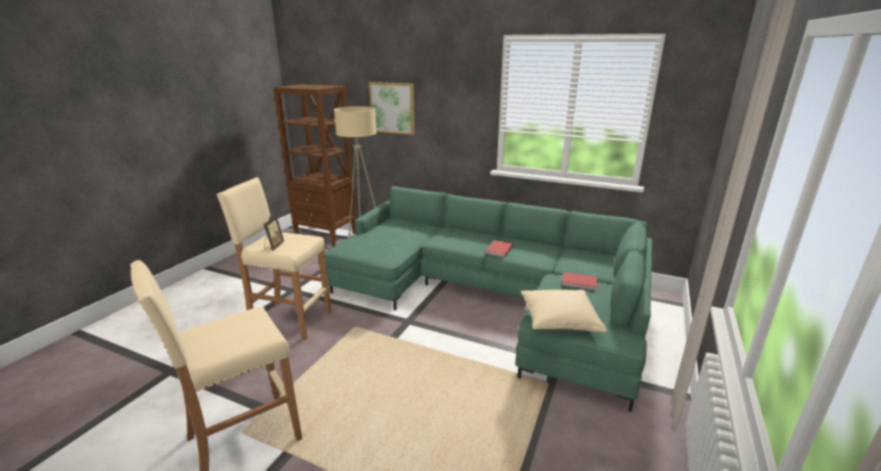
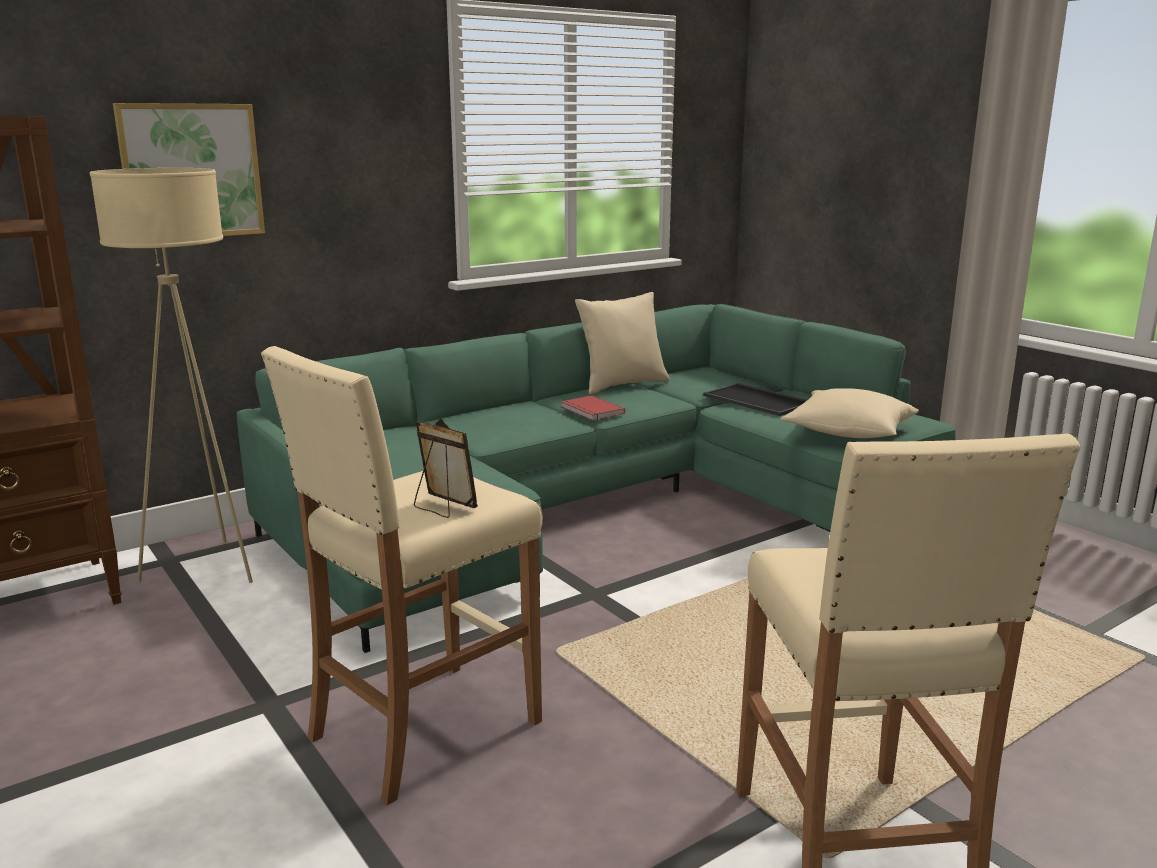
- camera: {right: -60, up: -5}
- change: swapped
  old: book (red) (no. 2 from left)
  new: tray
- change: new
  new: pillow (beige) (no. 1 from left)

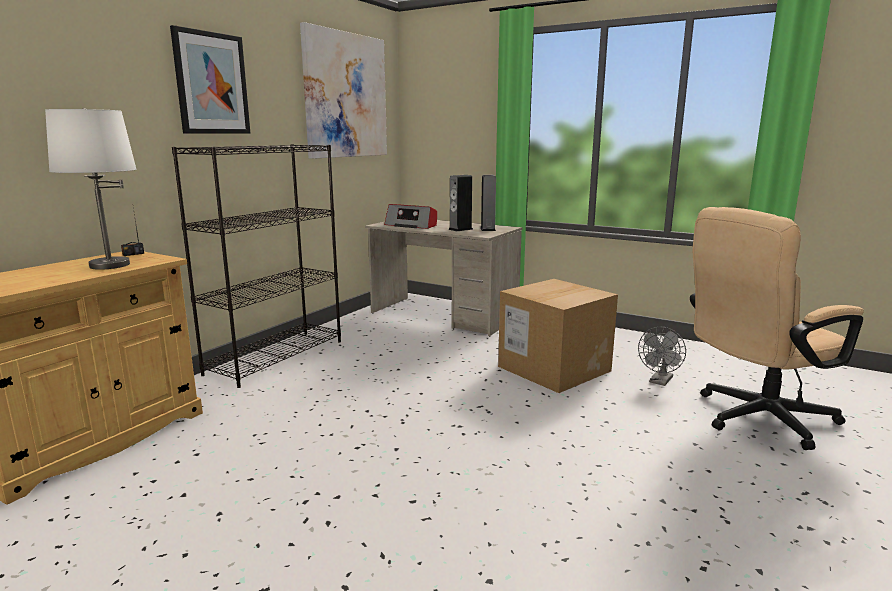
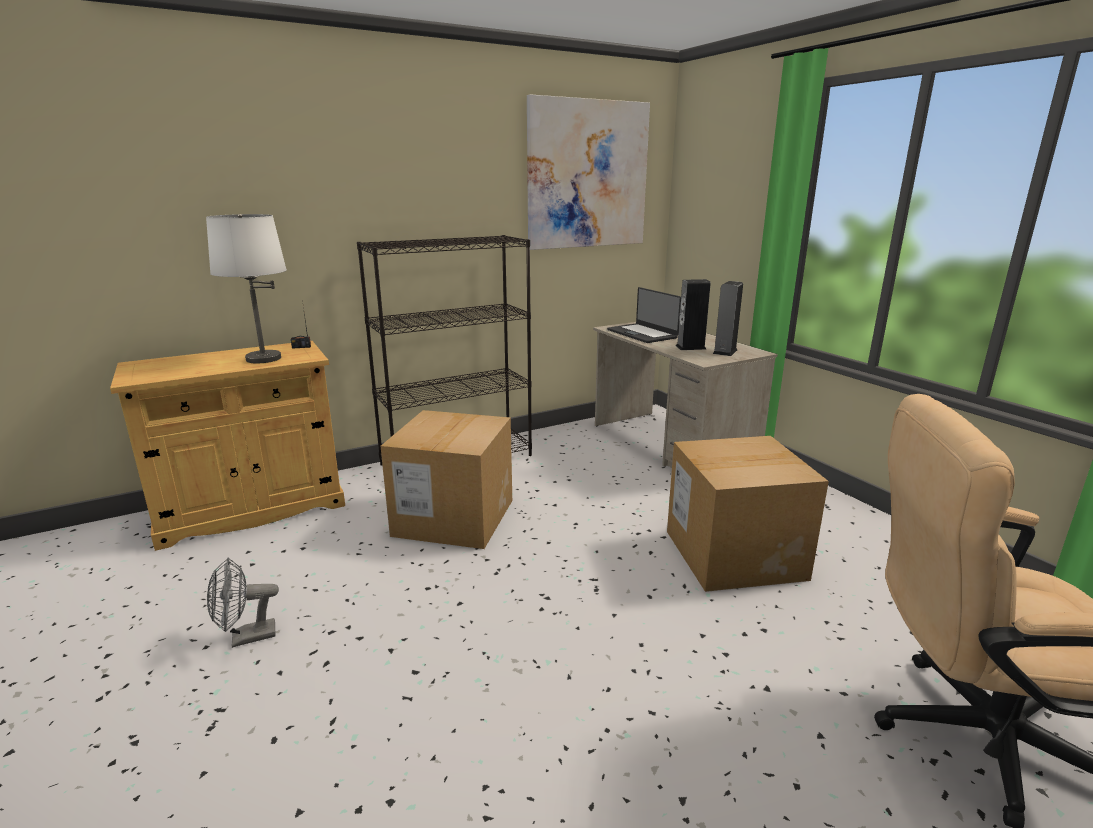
- camera: {right: 30, up: 5}
- change: gone
  old: picture (no. 1 from left)
- change: swapped
  old: radio (no. 2 from left)
  new: laptop
- change: shifted
  old: fan (grey)
- change: new
  new: cardboard box (no. 1 from left)

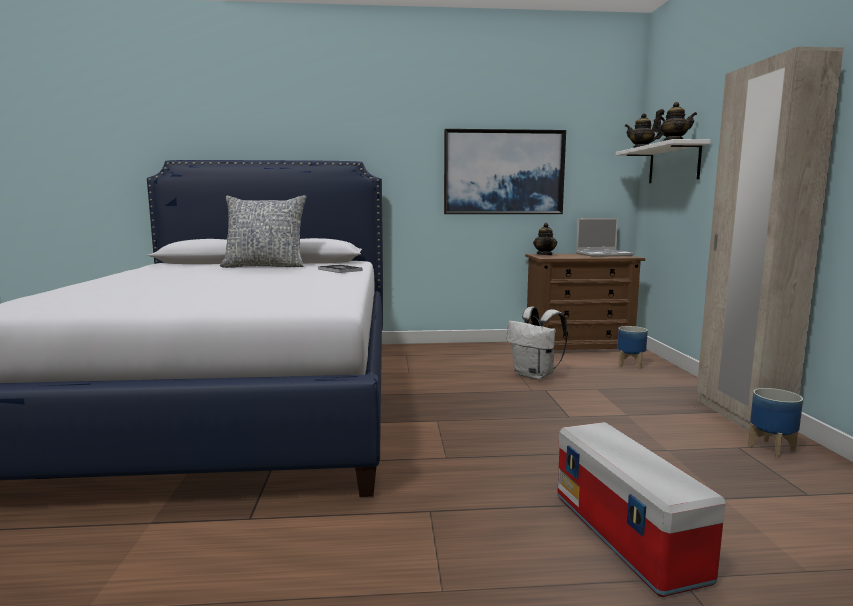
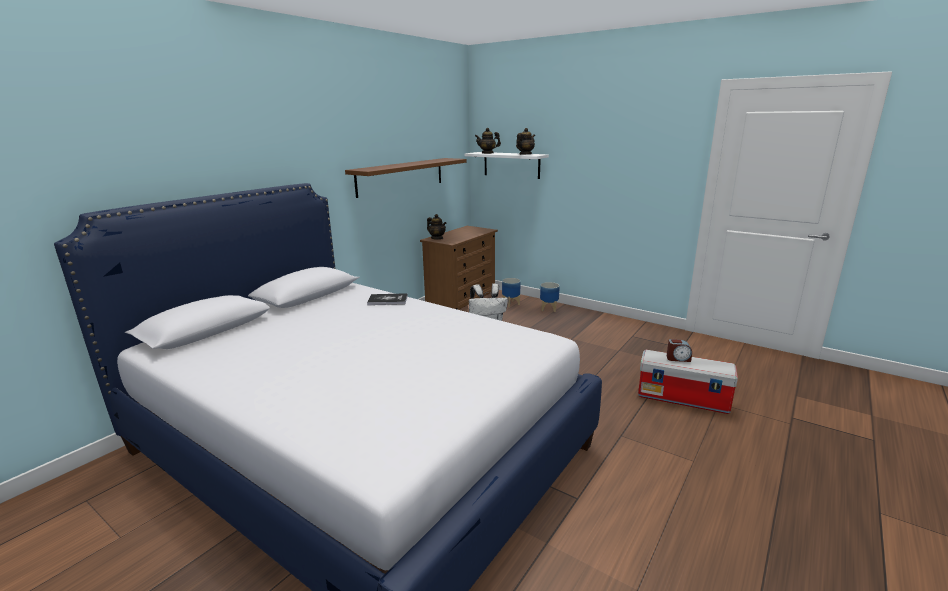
- camera: {right: -50, up: 10}
- change: gone
  old: wardrobe (beige)
- change: swapped
  old: picture
  new: shelf (brown)
- change: gone
  old: pillow
- change: gone
  old: laptop
- change: shifted
  old: planter (no. 2 from left)
- change: new
  new: alarm clock

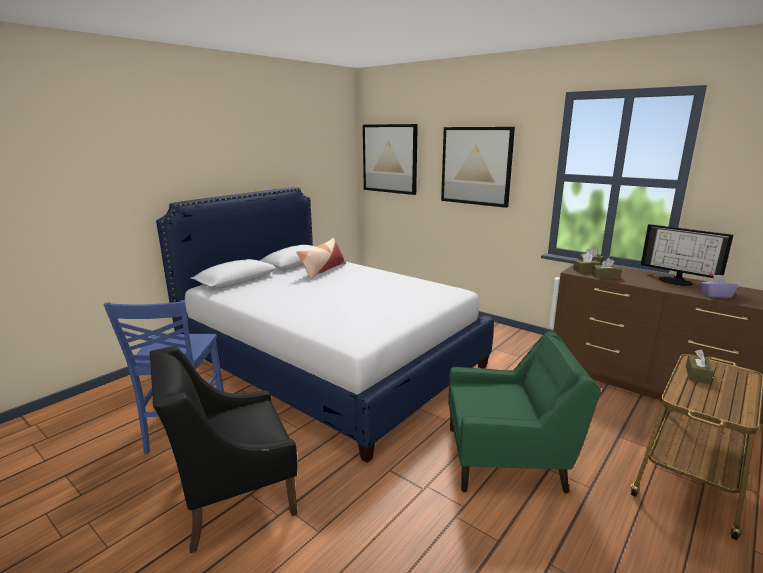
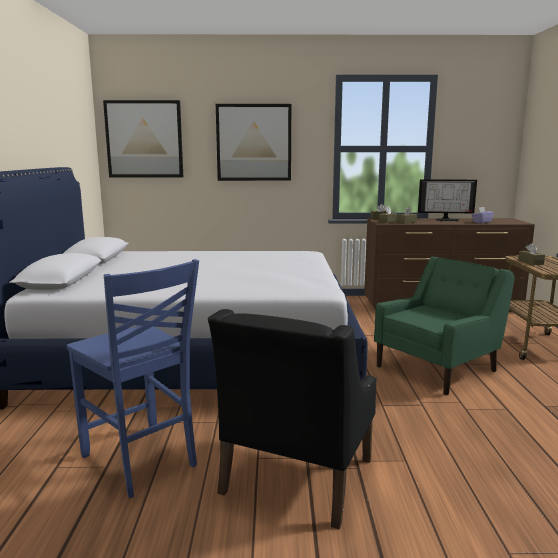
- camera: {right: -40, up: -5}
- change: gone
  old: pillow

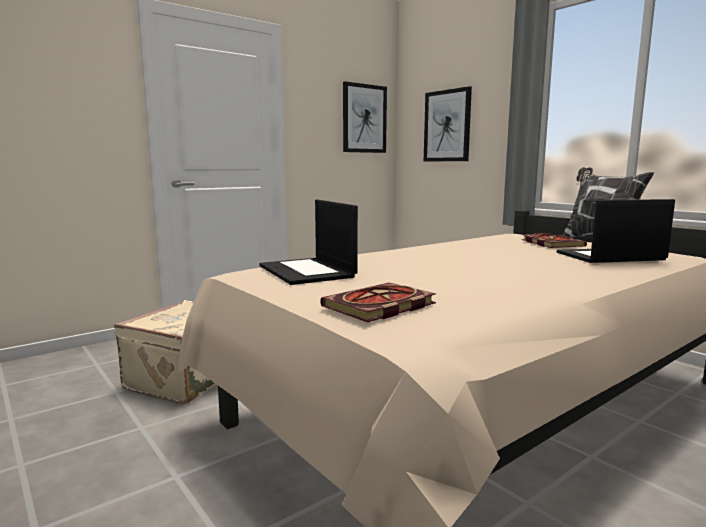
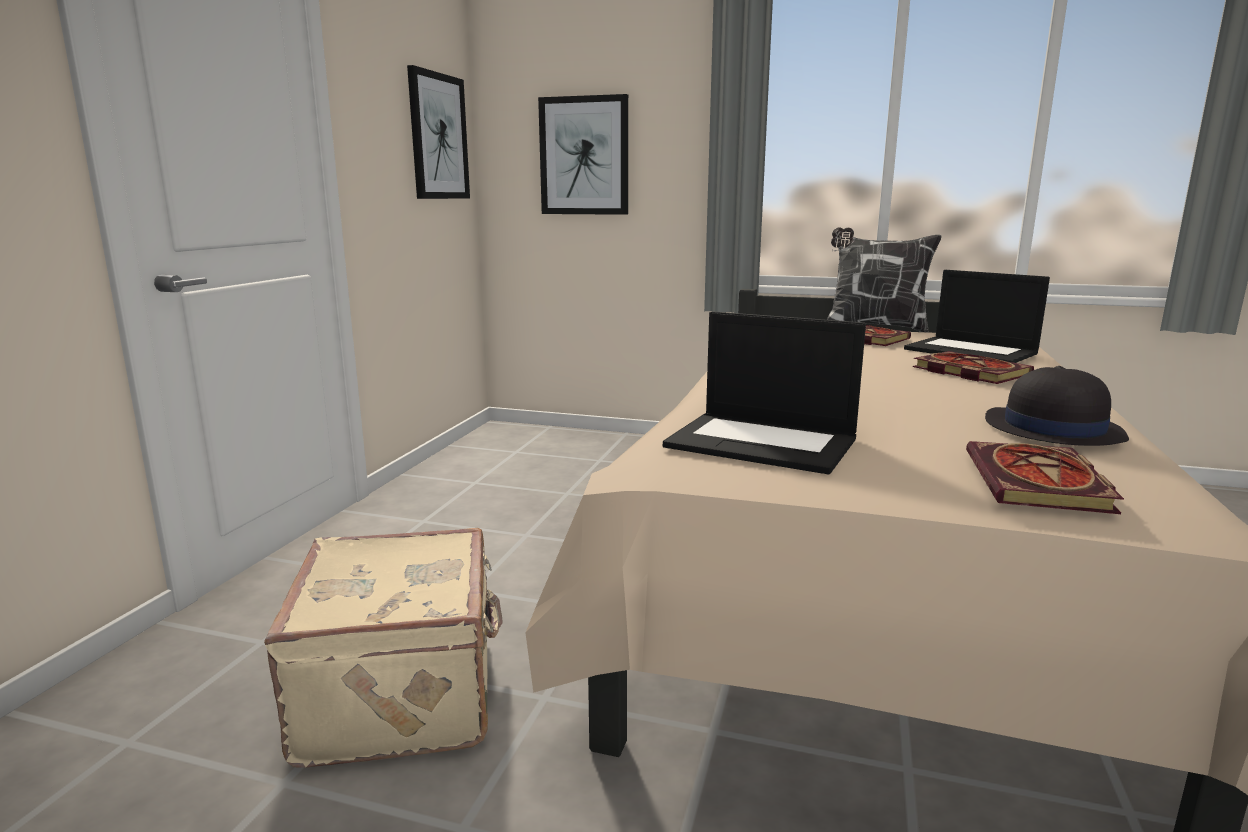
- camera: {right: -35, up: 5}
- change: rotated
  old: laptop (no. 2 from left)
  degrees: -90
- change: new
  new: book (no. 2 from left)
- change: new
  new: hat (black)

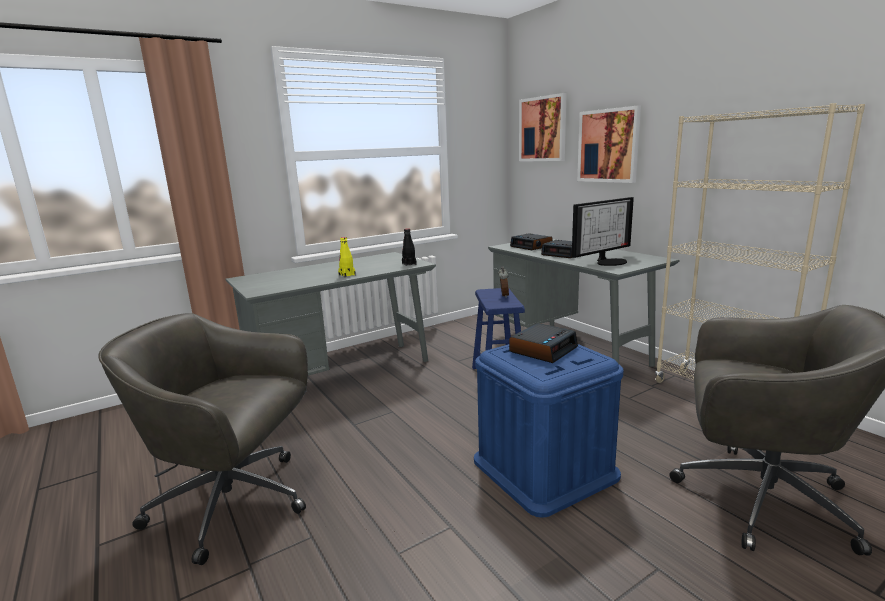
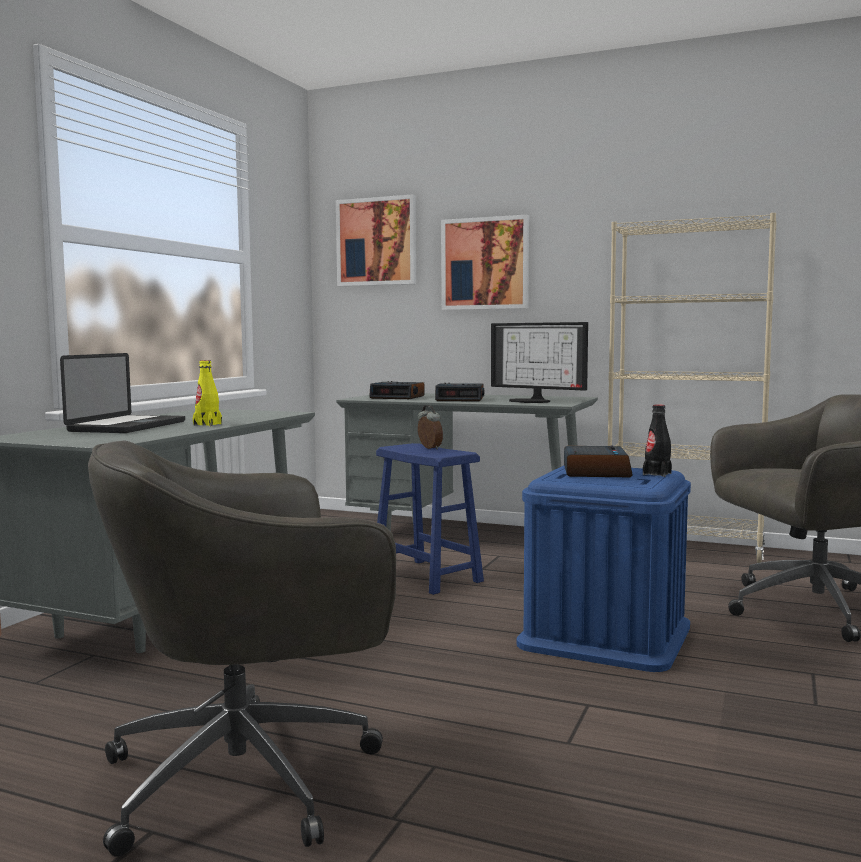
- camera: {right: -35, up: -10}
- change: rotated
  old: monitor
  degrees: 105
- change: shifted
  old: bottle (black)
- change: new
  new: laptop

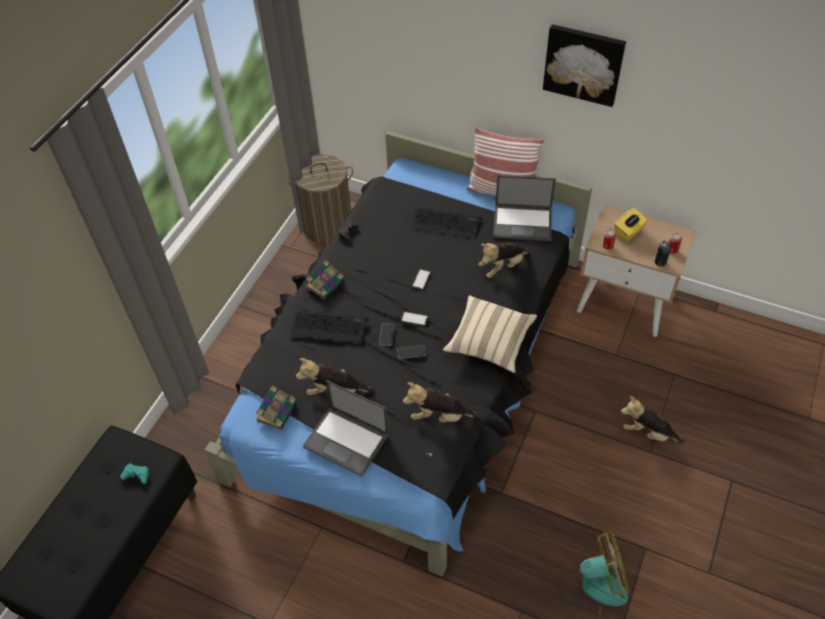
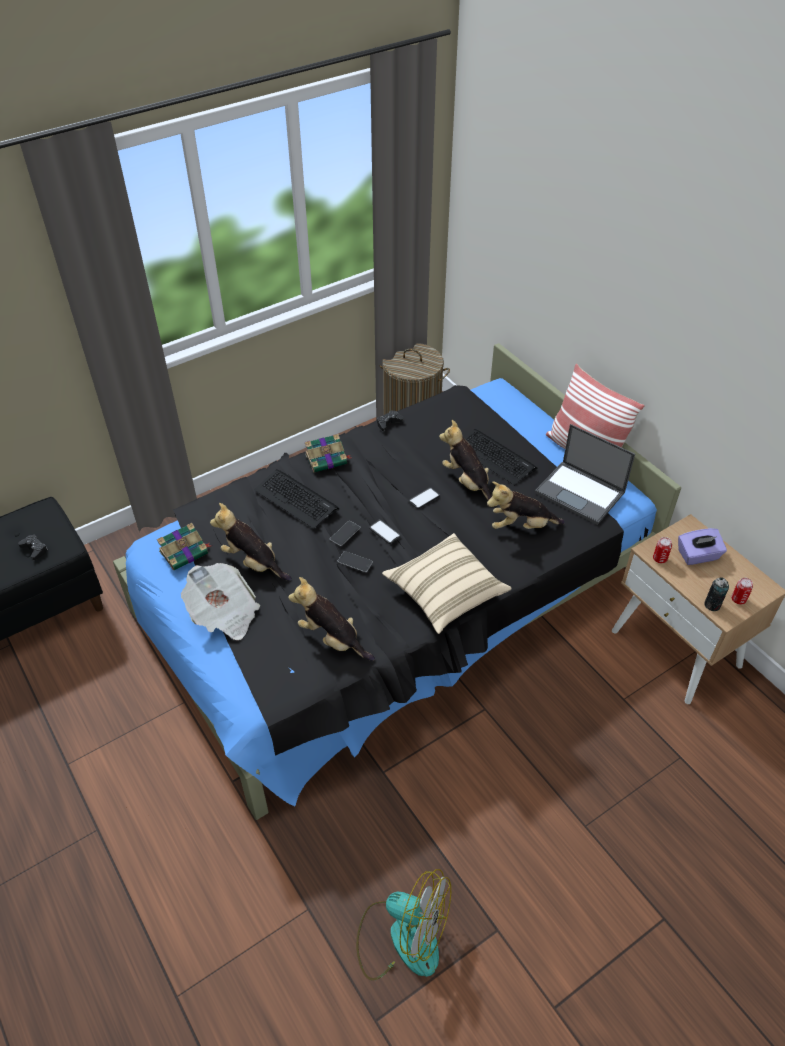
- camera: {right: 30, up: -5}
- change: gone
  old: picture
- change: repainted
  old: tissue box (yellow)
  new: tissue box (purple)
- change: swapped
  old: laptop (no. 1 from left)
  new: newspaper
- change: shifted
  old: plush toy (no. 4 from left in the first image)
  new: plush toy (no. 3 from left)
- change: repainted
  old: game controller (turquoise)
  new: game controller (black) (no. 1 from left)

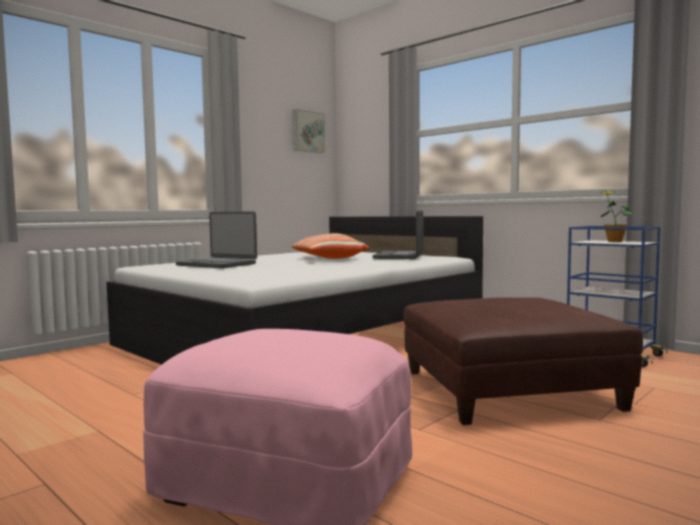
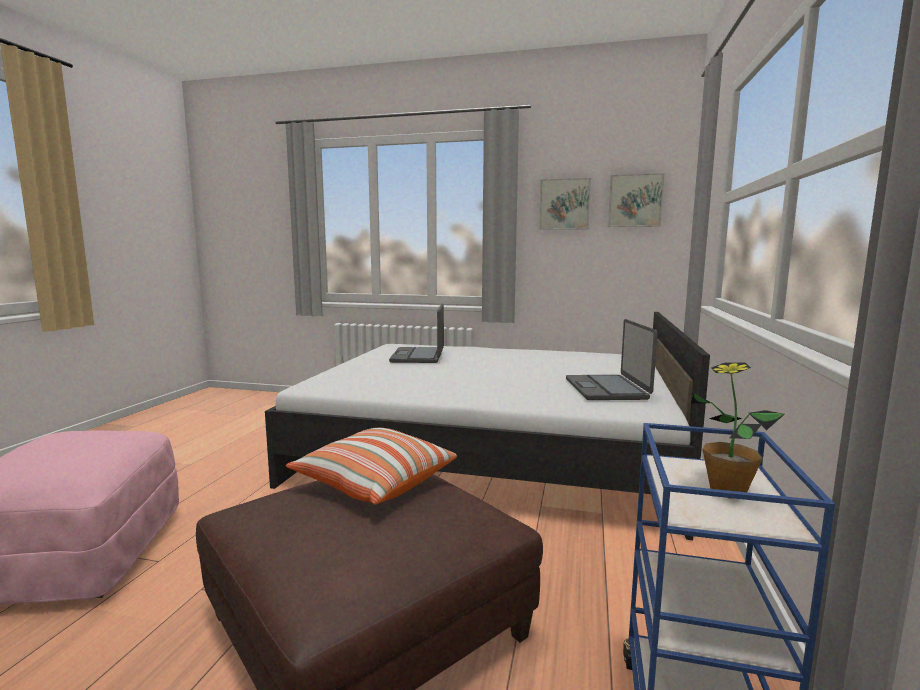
- camera: {right: 60, up: 5}
- change: rotated
  old: laptop (no. 2 from left)
  degrees: -75
- change: shifted
  old: pillow
- change: new
  new: picture (no. 1 from left)

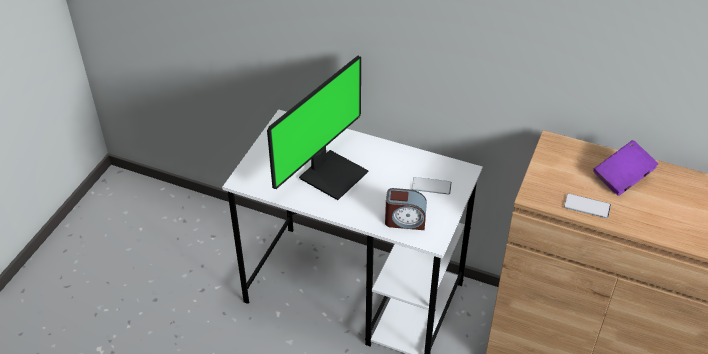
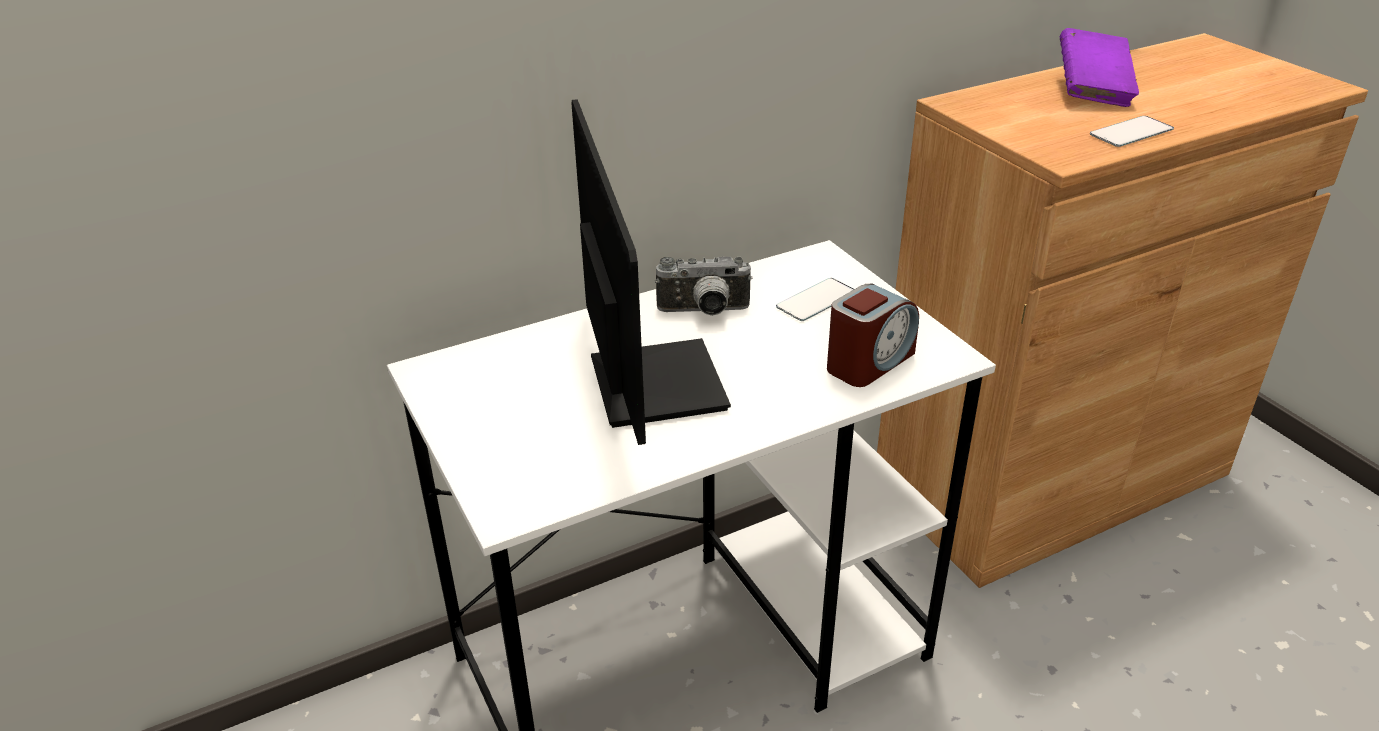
- camera: {right: -50, up: -10}
- change: new
  new: photo camera

